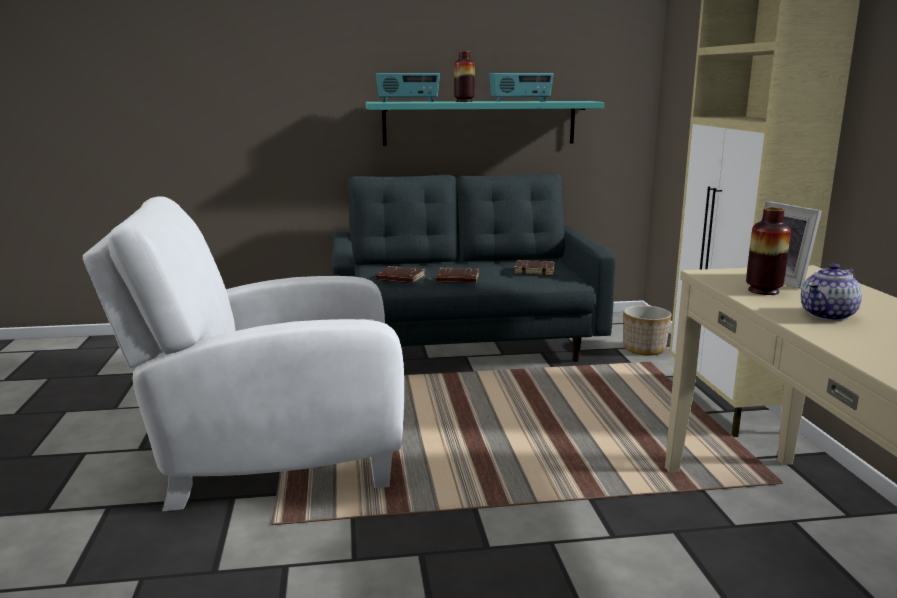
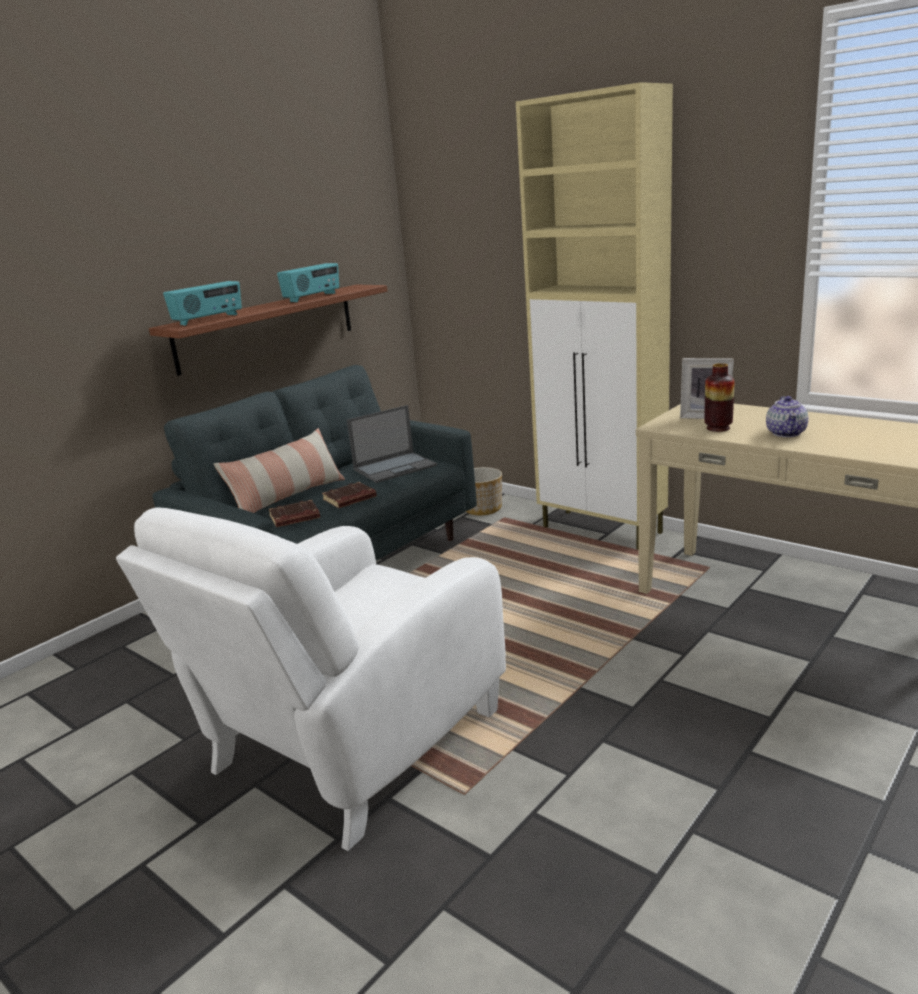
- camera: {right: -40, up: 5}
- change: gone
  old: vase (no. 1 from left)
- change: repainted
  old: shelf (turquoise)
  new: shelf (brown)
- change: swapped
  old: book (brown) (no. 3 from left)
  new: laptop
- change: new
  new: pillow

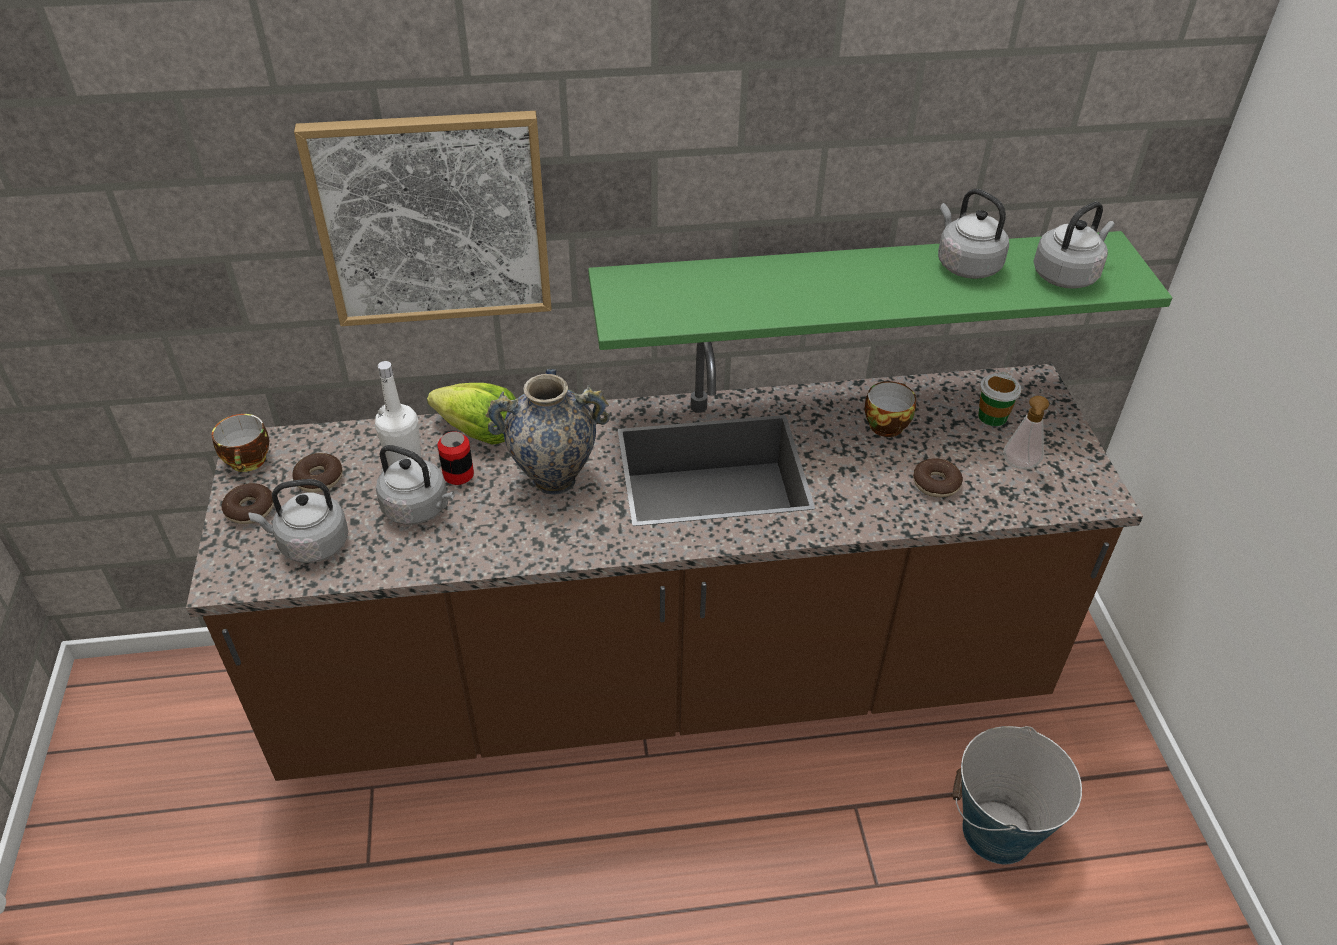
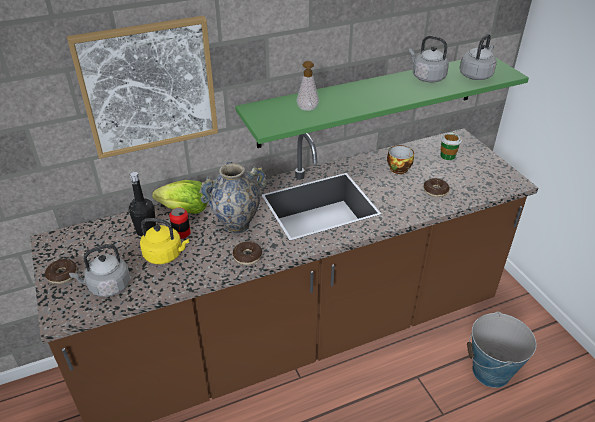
- camera: {right: -15, up: -5}
- change: repainted
  old: bottle (white)
  new: bottle (black)
- change: shifted
  old: soap dispenser
- change: gone
  old: cup (no. 1 from left)
- change: repainted
  old: kettle (grey) (no. 2 from left)
  new: kettle (yellow)
- change: shifted
  old: donut (no. 2 from left)

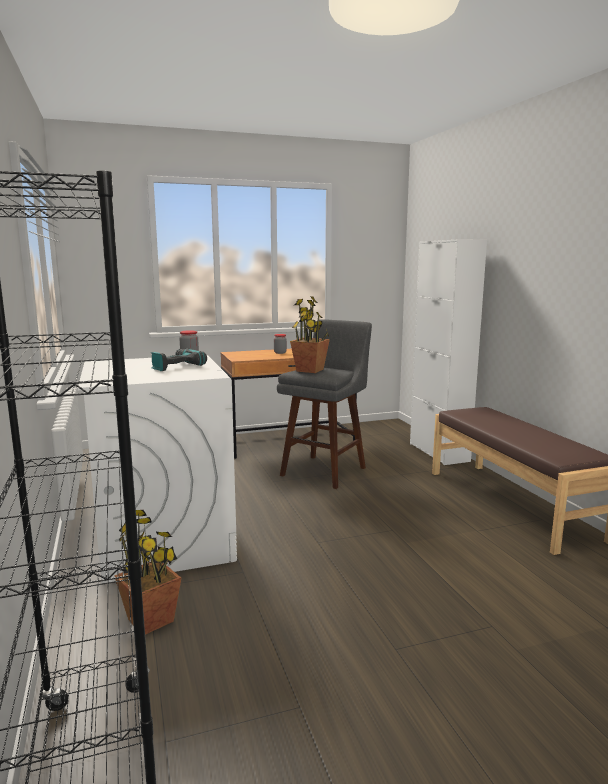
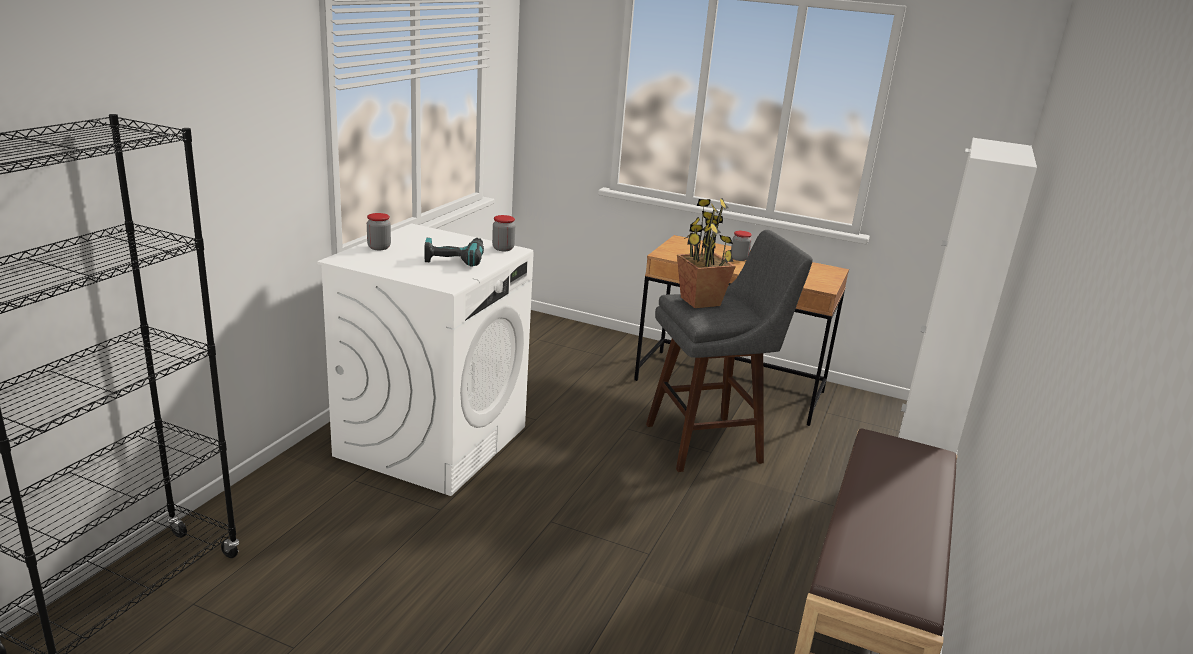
- camera: {right: 40, up: 10}
- change: gone
  old: potted plant (no. 1 from left)
- change: new
  new: jar (no. 1 from left)

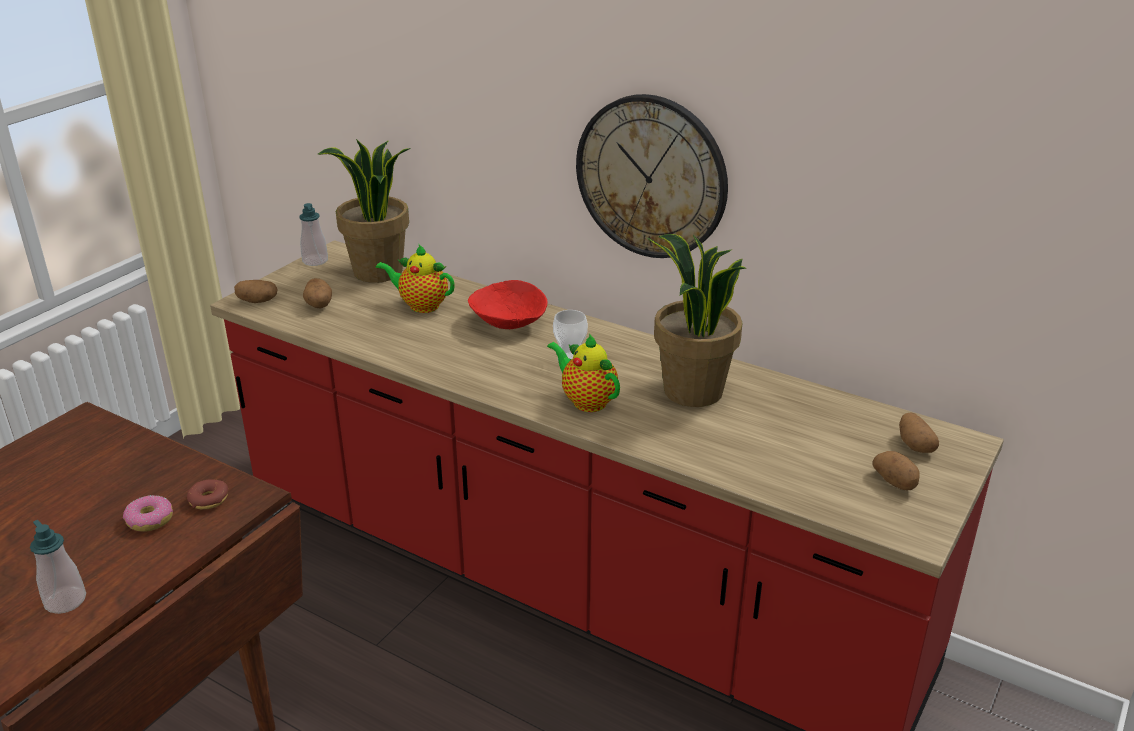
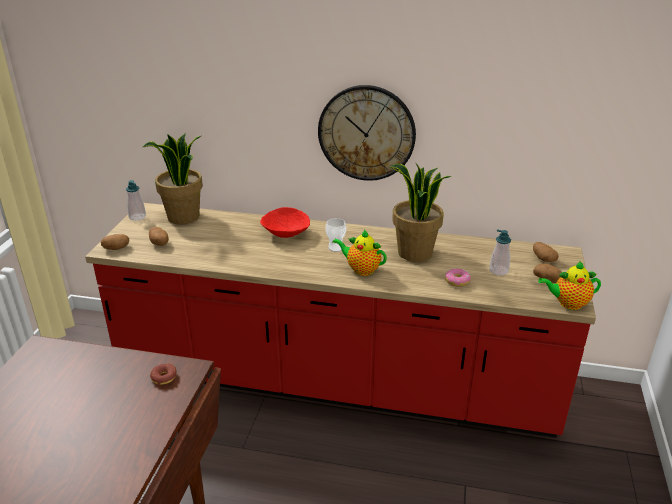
- camera: {right: -20, up: 0}
- change: shifted
  old: teapot (no. 1 from left in the first image)
  new: teapot (no. 2 from left)
- change: shifted
  old: donut (no. 1 from left in the first image)
  new: donut (no. 2 from left)
- change: shifted
  old: soap dispenser (no. 1 from left in the first image)
  new: soap dispenser (no. 2 from left)

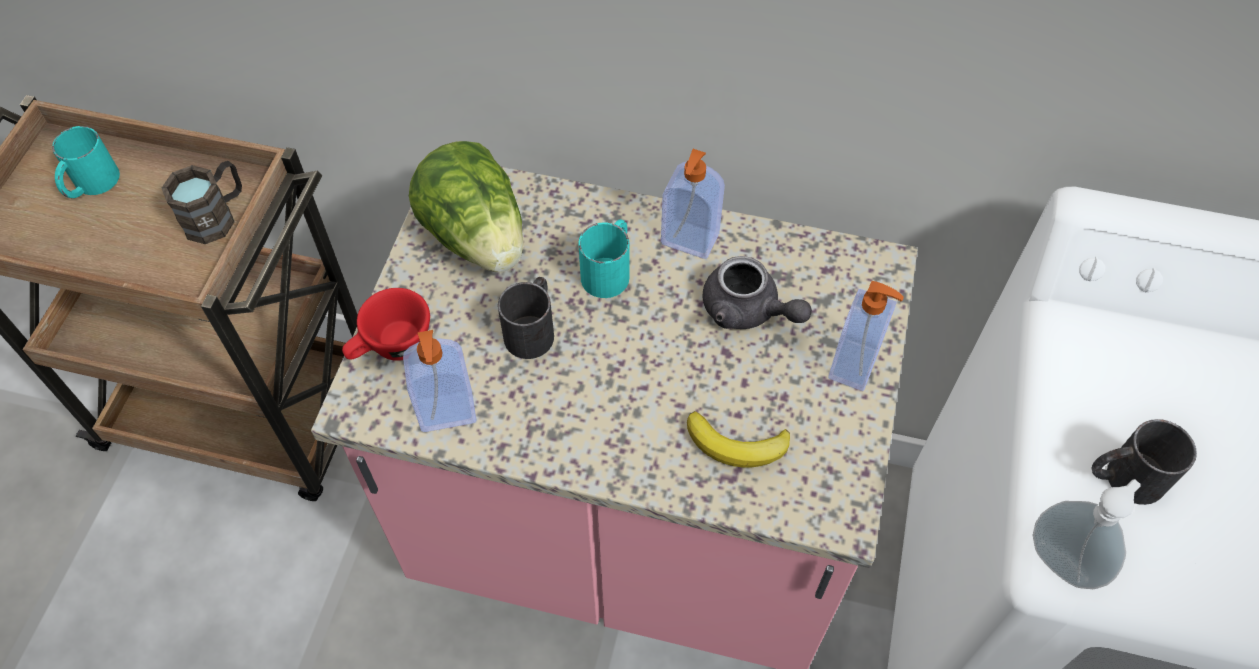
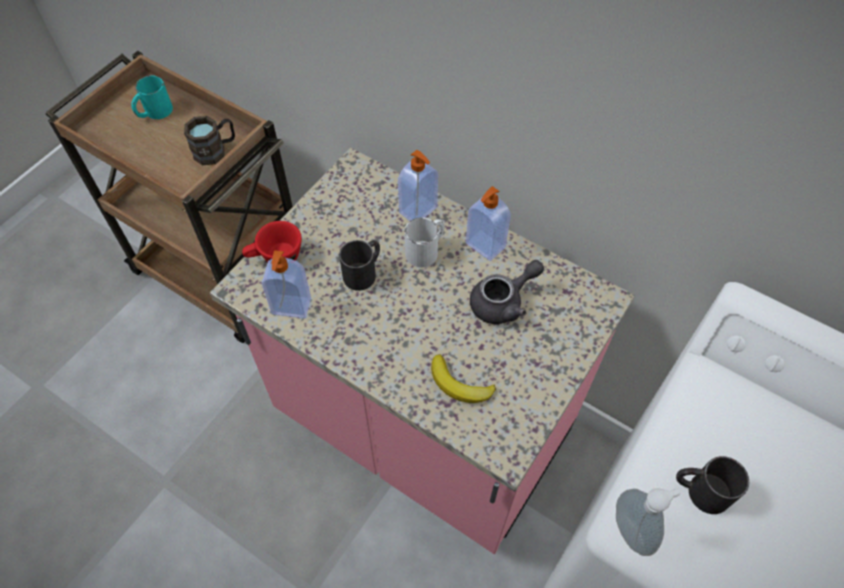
- camera: {right: 20, up: 0}
- change: gone
  old: lettuce
- change: repainted
  old: mug (turquoise) (no. 2 from left)
  new: mug (white)
- change: rotated
  old: teapot (grey)
  degrees: -90
- change: shifted
  old: soap dispenser (no. 3 from left in the first image)
  new: soap dispenser (no. 2 from left)

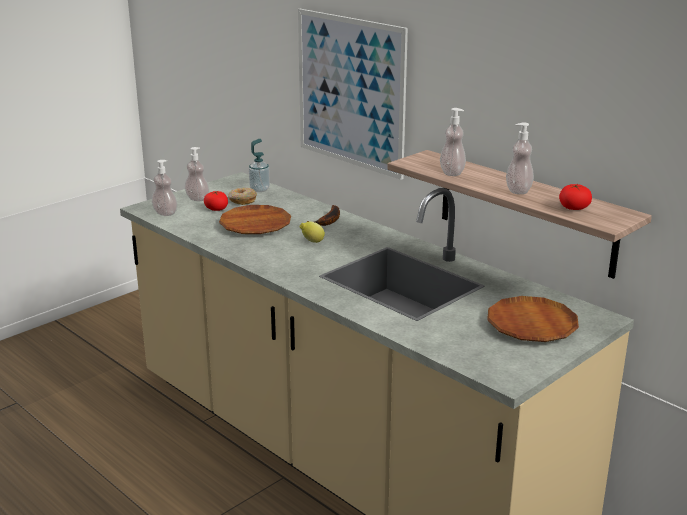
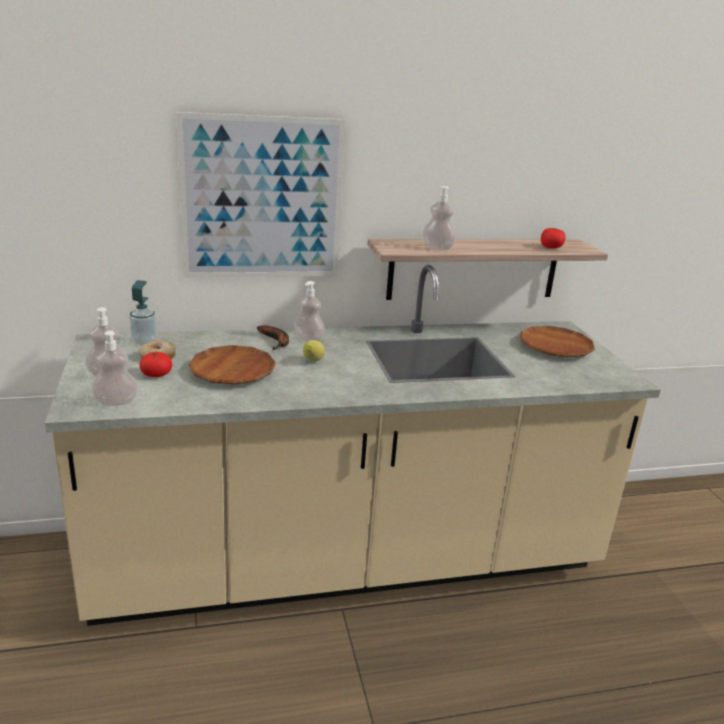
- camera: {right: -60, up: 0}
- change: shifted
  old: soap dispenser (no. 5 from left in the first image)
  new: soap dispenser (no. 4 from left)

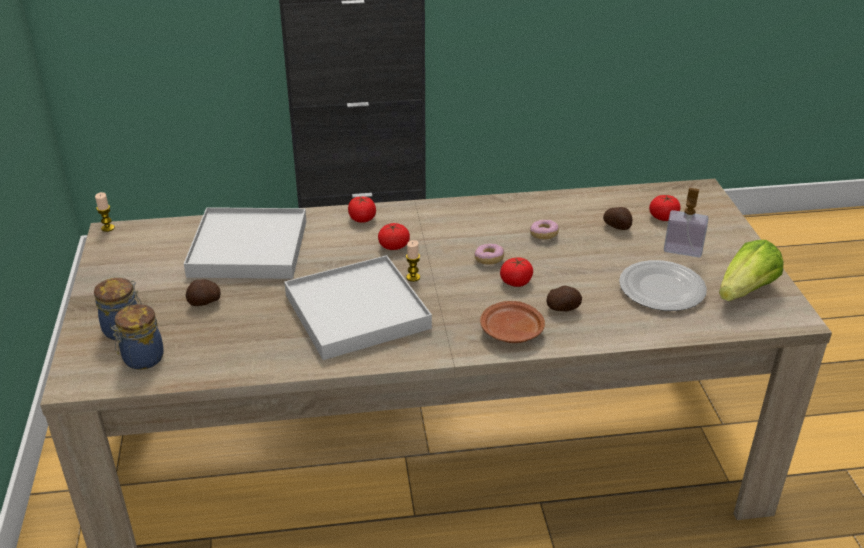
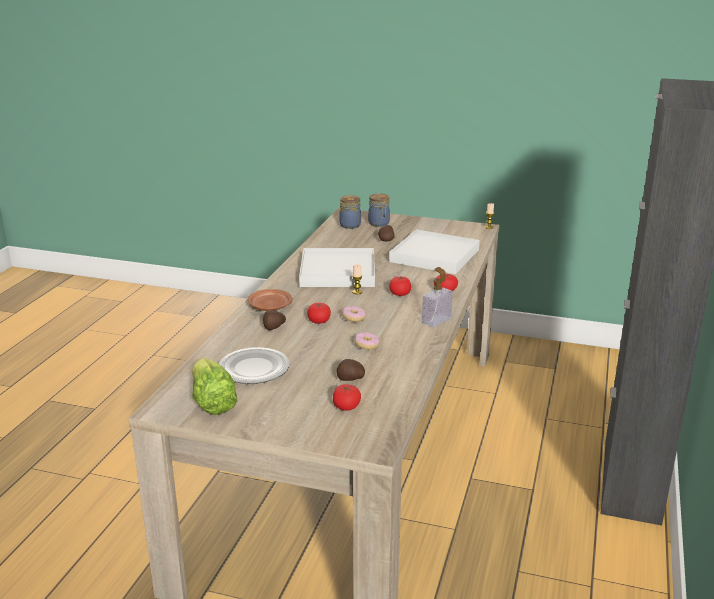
- camera: {right: 115, up: -10}
- change: shifted
  old: soap dispenser

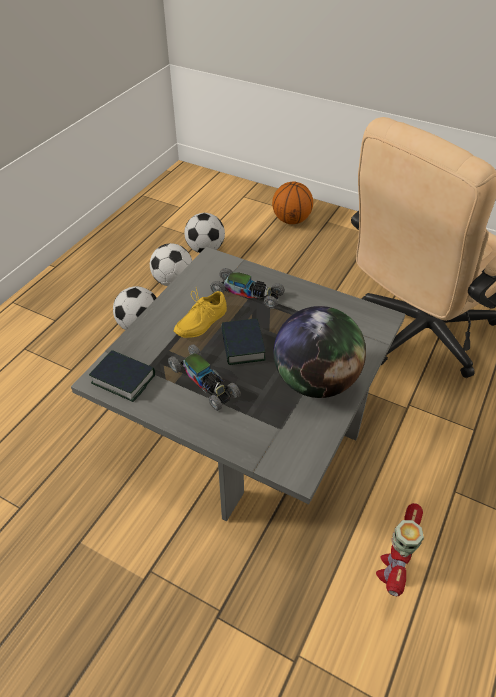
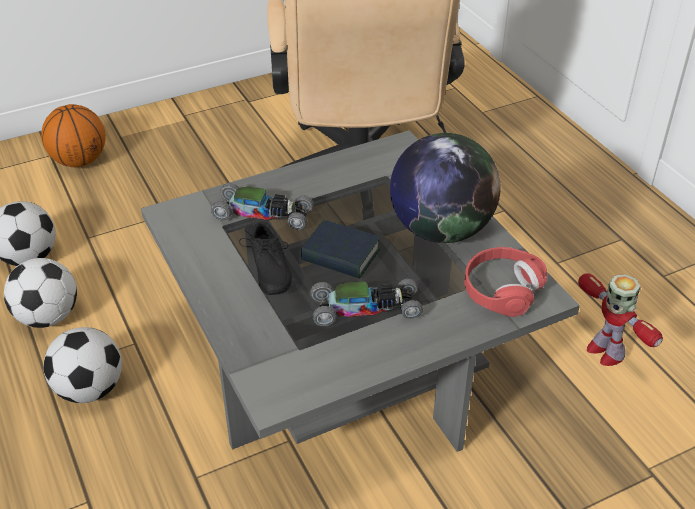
- camera: {right: -55, up: -5}
- change: rotated
  old: toy car (no. 2 from left in the first image)
  degrees: 45
- change: repainted
  old: shoe (yellow)
  new: shoe (black)
- change: gone
  old: book (no. 1 from left)
- change: new
  new: headphones (red)

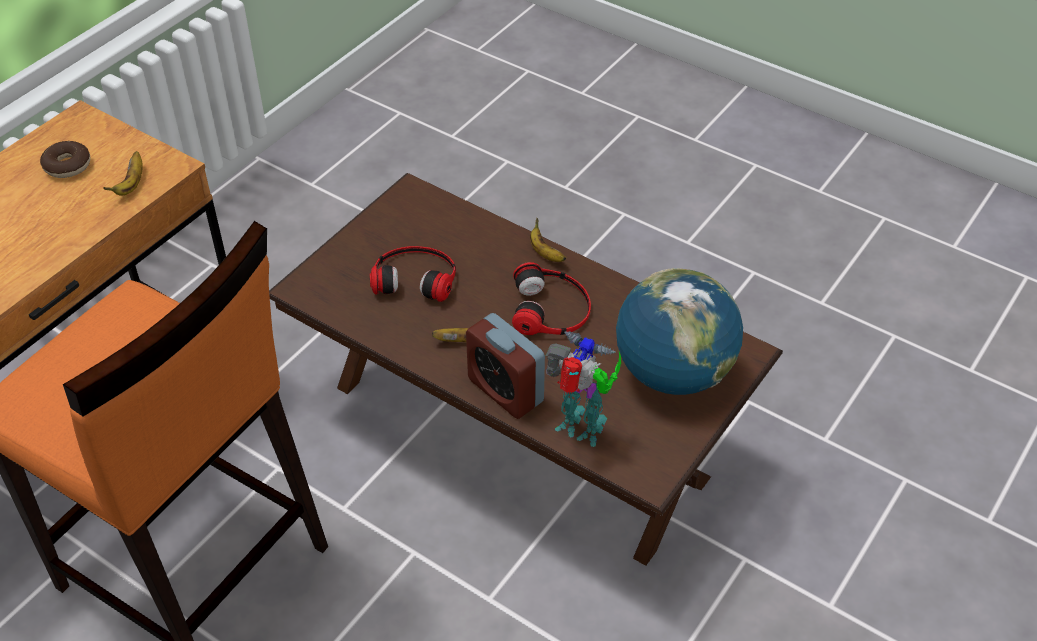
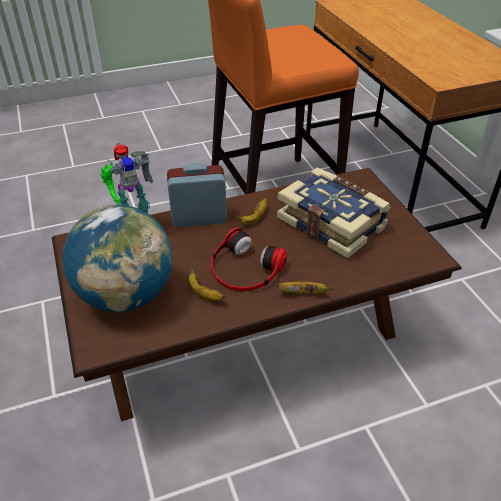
- camera: {right: 125, up: -5}
- change: gone
  old: donut
- change: shifted
  old: banana (no. 1 from left)
- change: swapped
  old: headphones (no. 1 from left)
  new: book

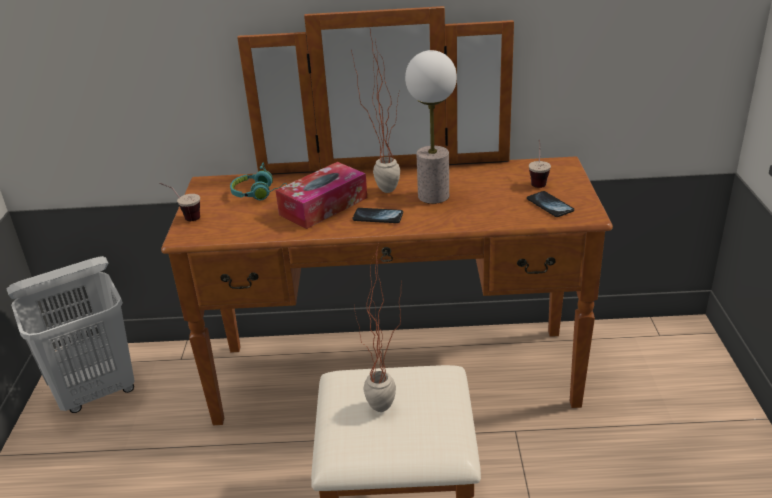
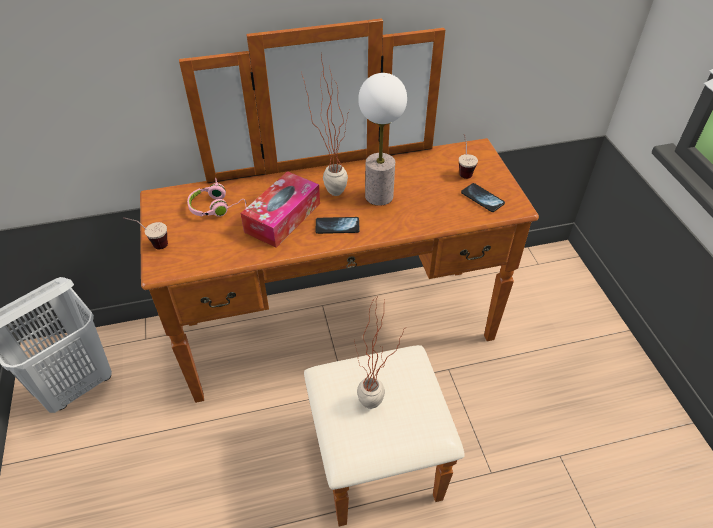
- camera: {right: -15, up: 15}
- change: repainted
  old: headphones (turquoise)
  new: headphones (pink)

